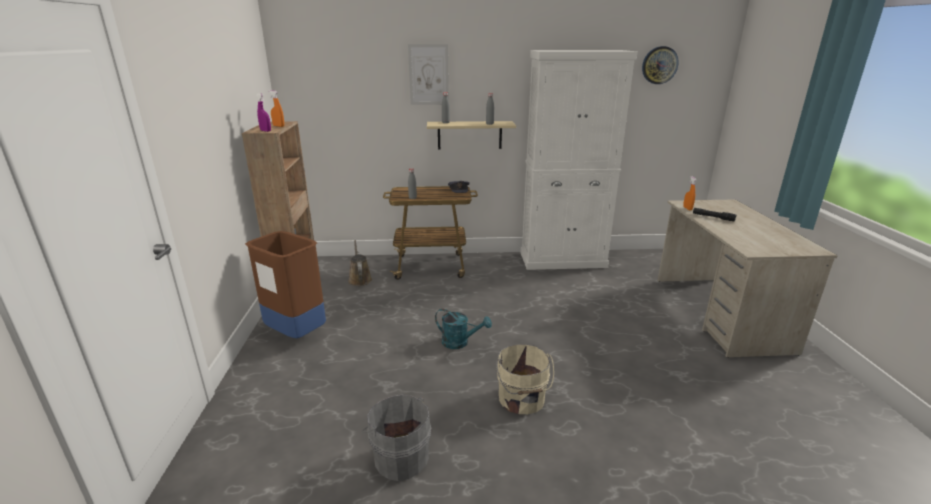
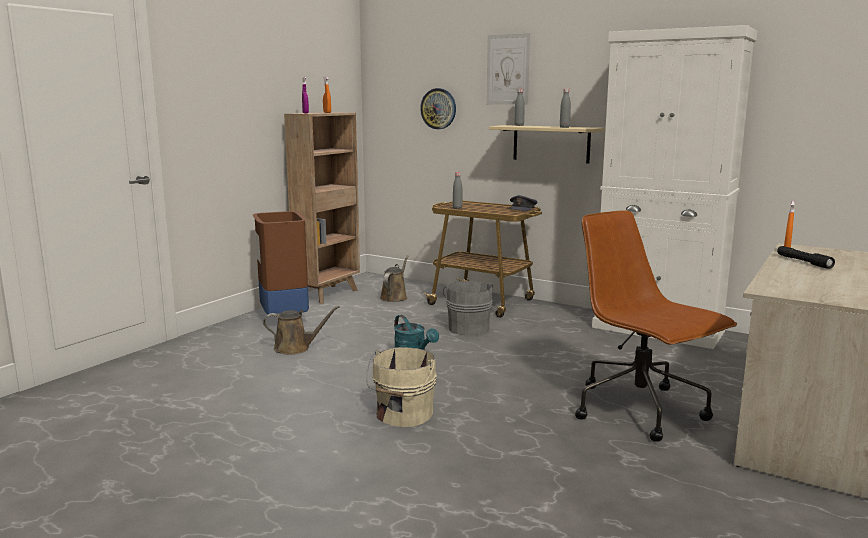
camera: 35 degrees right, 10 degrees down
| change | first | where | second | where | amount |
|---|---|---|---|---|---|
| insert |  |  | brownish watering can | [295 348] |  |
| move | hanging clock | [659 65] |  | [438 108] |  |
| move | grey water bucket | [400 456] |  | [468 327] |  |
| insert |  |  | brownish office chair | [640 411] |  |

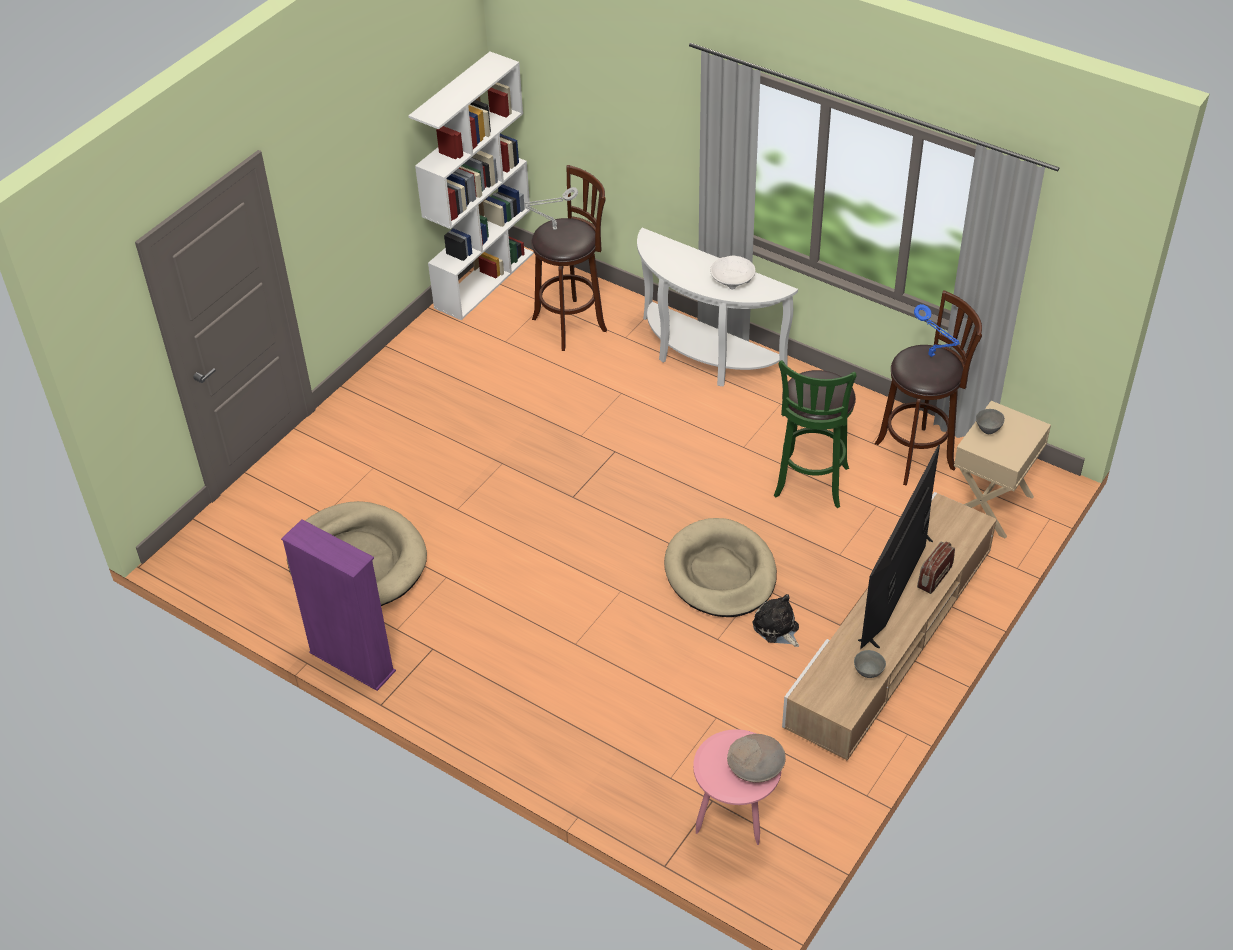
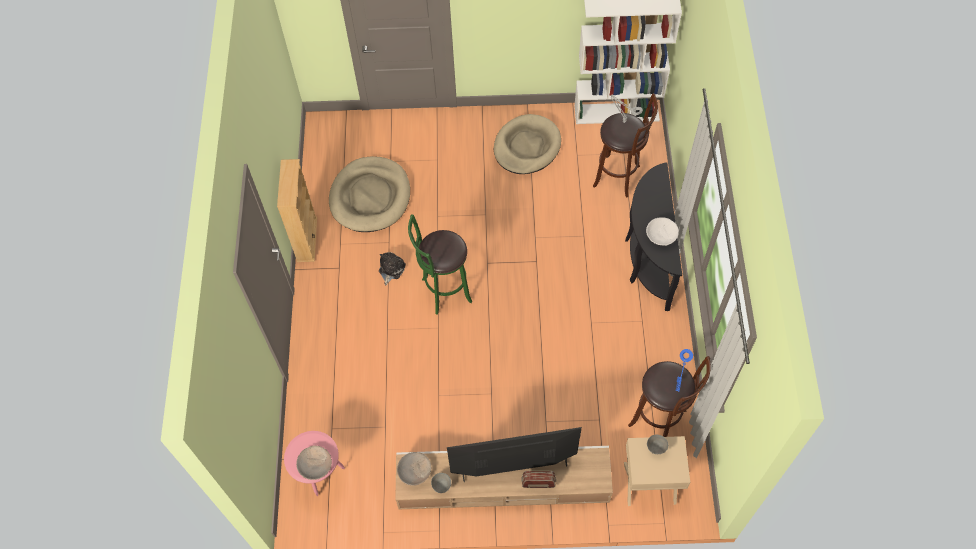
camera: 55 degrees right, 15 degrees up
| change | first | where | second | where | amount |
|---|---|---|---|---|---|
| recolor | purplish bookshelf | [352 662] | beige bookshelf | [307 239] |  |
| move | cuddly toy | [777 628] |  | [391 269] |  |
| insert |  |  | beige serving bowl | [414 471] |  |
| move | greenish stool seat | [810 485] |  | [444 291] |  |
| move | beige pet bed | [720 572] |  | [526 147] |  |
| recolor | whitish narrow table | [703 358] | black narrow table | [646 259] |  |

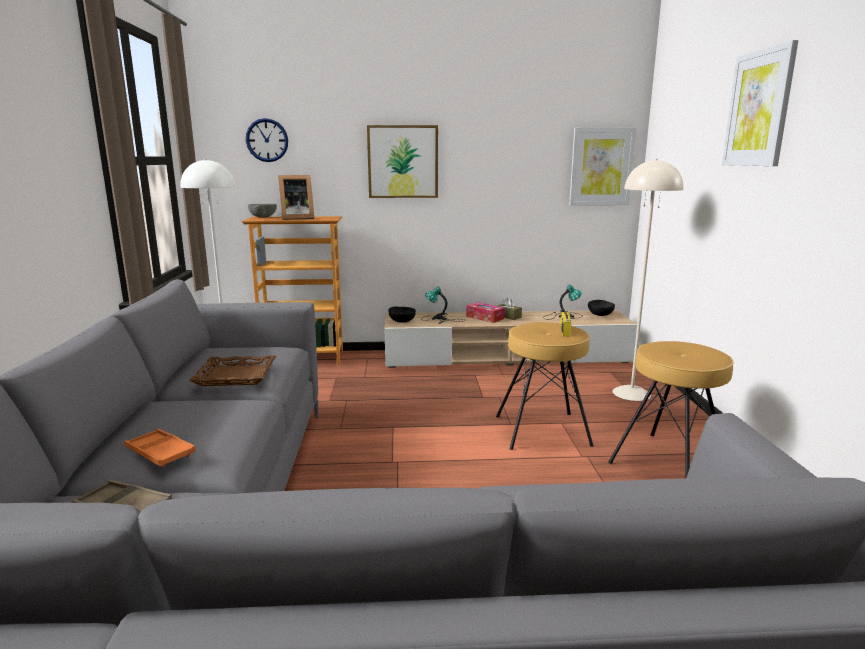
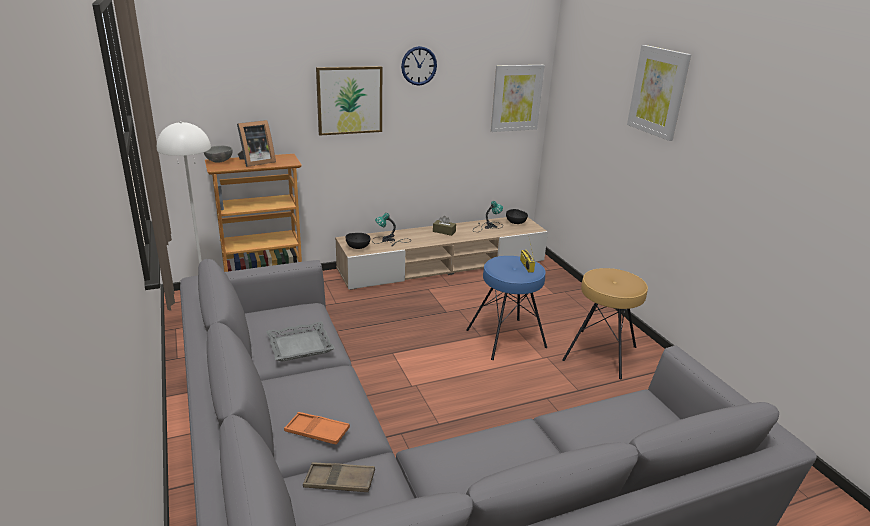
camera: 20 degrees left, 10 degrees up
| change | first | where | second | where | amount |
|---|---|---|---|---|---|
| recolor | brownish carrying tray | [235 376] | grey carrying tray | [300 346] |  |
| move | hanging clock | [267 140] |  | [419 66] |  |
| recolor | brownish stool seat | [542 431] | blue stool seat | [506 339] |  |
| delete | tissue holder | [484 317] |  |  |  |
| delete | beige standard lamp | [632 393] |  |  |  |

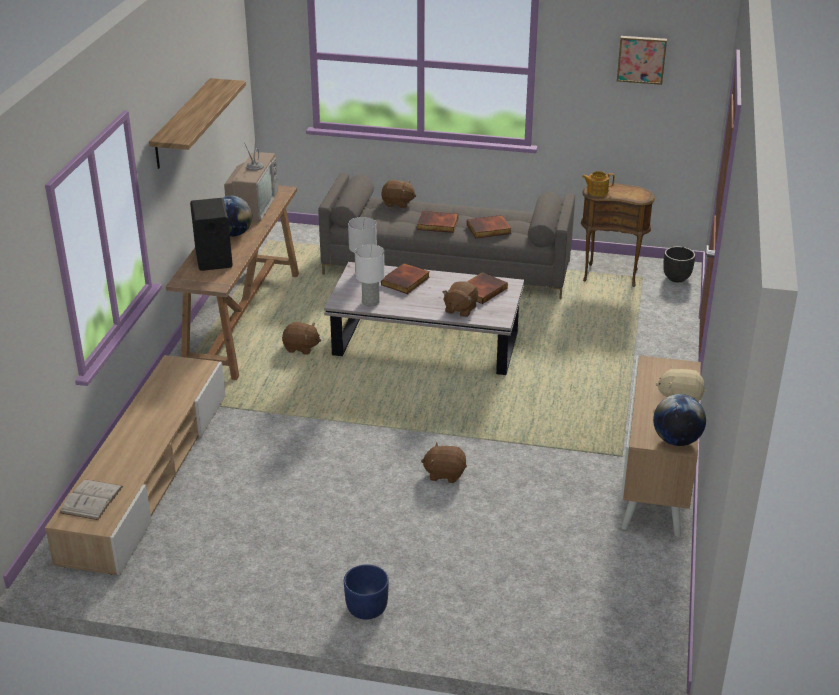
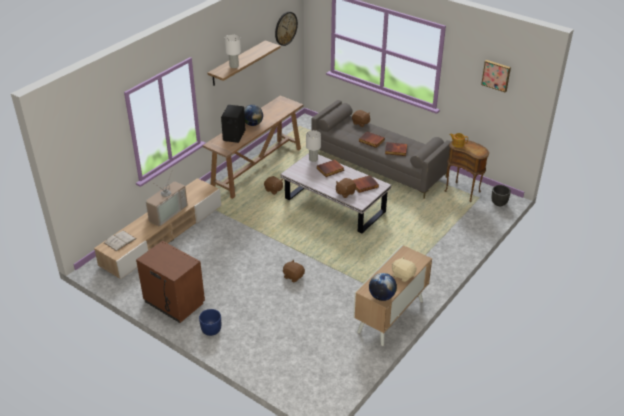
camera: 25 degrees right, 5 degrees up
| change | first | where | second | where | amount |
|---|---|---|---|---|---|
| insert |  |  | brownish night table | [173 302] |  |
| move | TV set | [252 205] |  | [166 212] |  |
| move | whitish table lamp | [370 301] |  | [234 66] |  |
| insert |  |  | hanging clock | [285 28] |  |

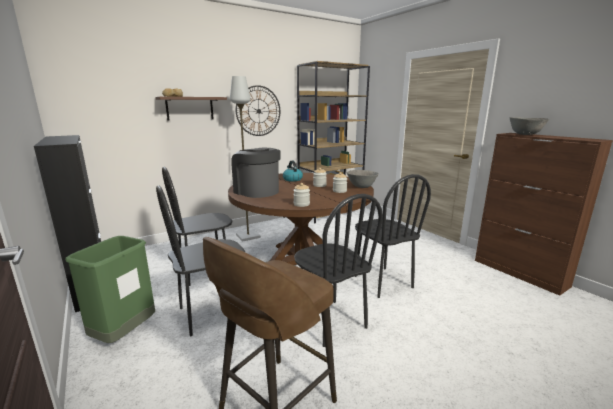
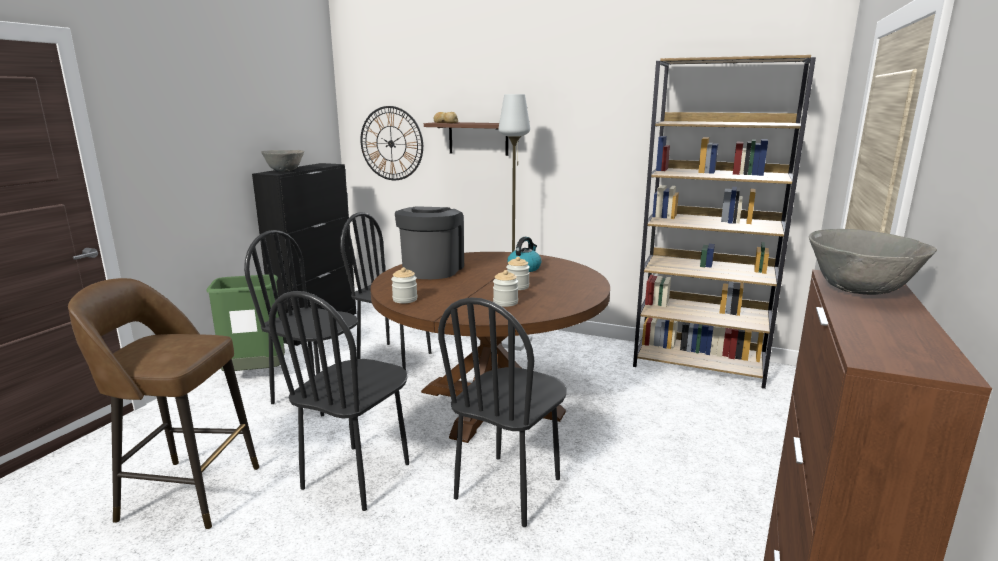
camera: 55 degrees right, 0 degrees up
| change | first | where | second | where | amount |
|---|---|---|---|---|---|
| move | grey serving bowl | [361 187] |  | [284 171] |  |
| move | hanging clock | [258 111] |  | [391 143] |  |

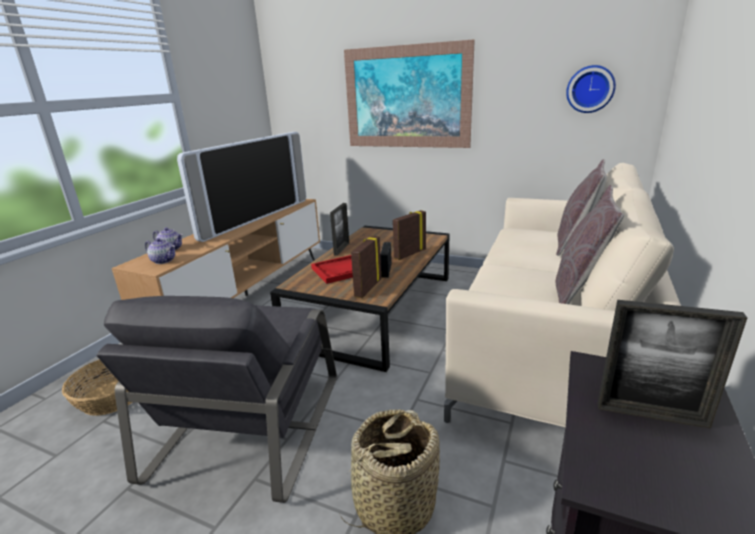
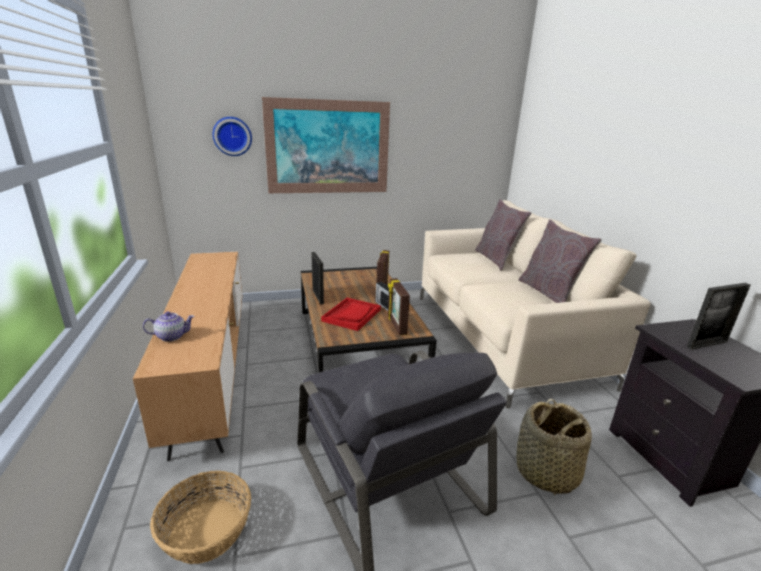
camera: 40 degrees left, 0 degrees up
| change | first | where | second | where | amount |
|---|---|---|---|---|---|
| move | hanging clock | [590 89] |  | [232 136] |  |
| delete | teapot | [164 260] |  |  |  |
| delete | TV set | [255 218] |  |  |  |

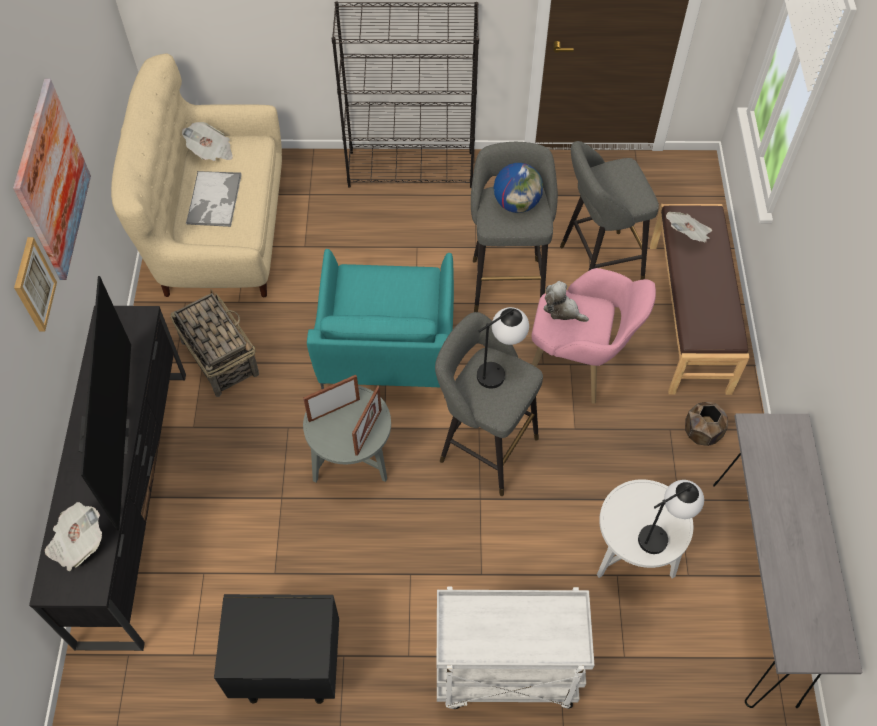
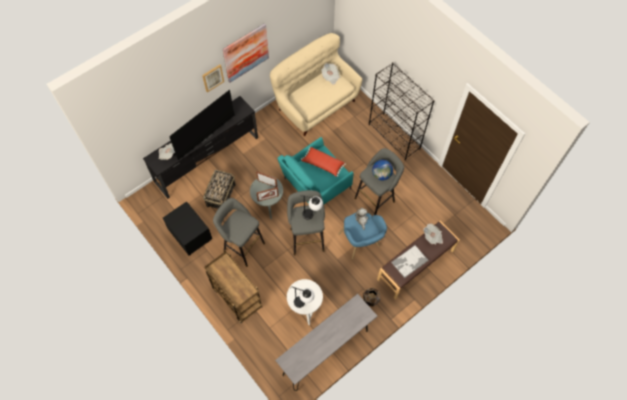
camera: 50 degrees right, 5 degrees up
| change | first | where | second | where | amount |
|---|---|---|---|---|---|
| move | household basket | [219 357] |  | [221 195] |  |
| recolor | whitish trolley | [504 674] | brownish trolley | [236 297] |  |
| move | grey stool seat | [596 265] |  | [242 246] |  |
| insert |  |  | red-coloured pillow | [322 164] |  |
| recolor | pink easy chair | [578 369] | blue easy chair | [361 245] |  |
| move | carrying tray | [214 200] |  | [409 261] |  |

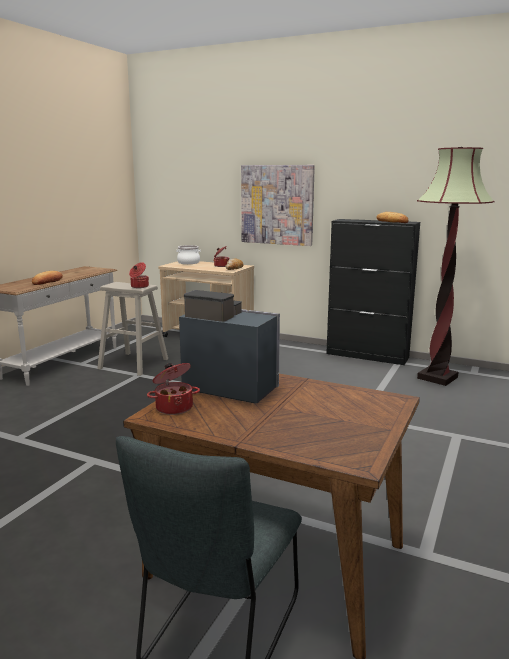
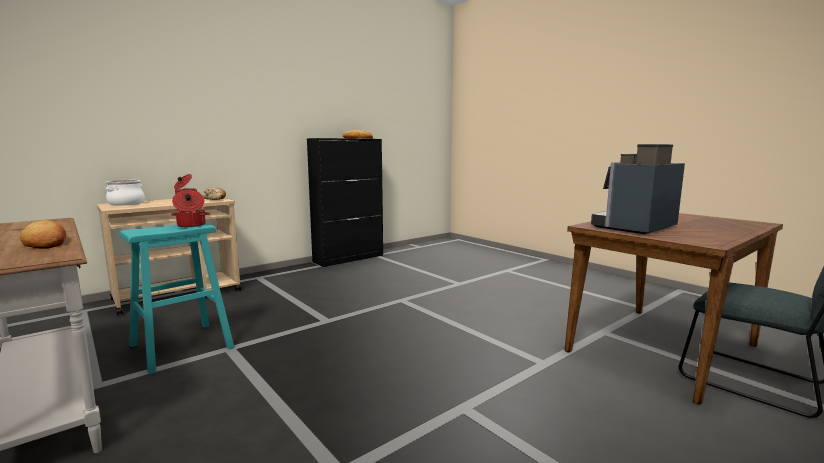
camera: 65 degrees left, 5 degrees down
| change | first | where | second | where | amount |
|---|---|---|---|---|---|
| recolor | beige stool seat | [133 364] | blue-green stool seat | [181 346] |  |
| delete | stockpot | [174 407] |  |  |  |
| delete | picture | [277 205] |  |  |  |
| delete | standard lamp | [437 378] |  |  |  |

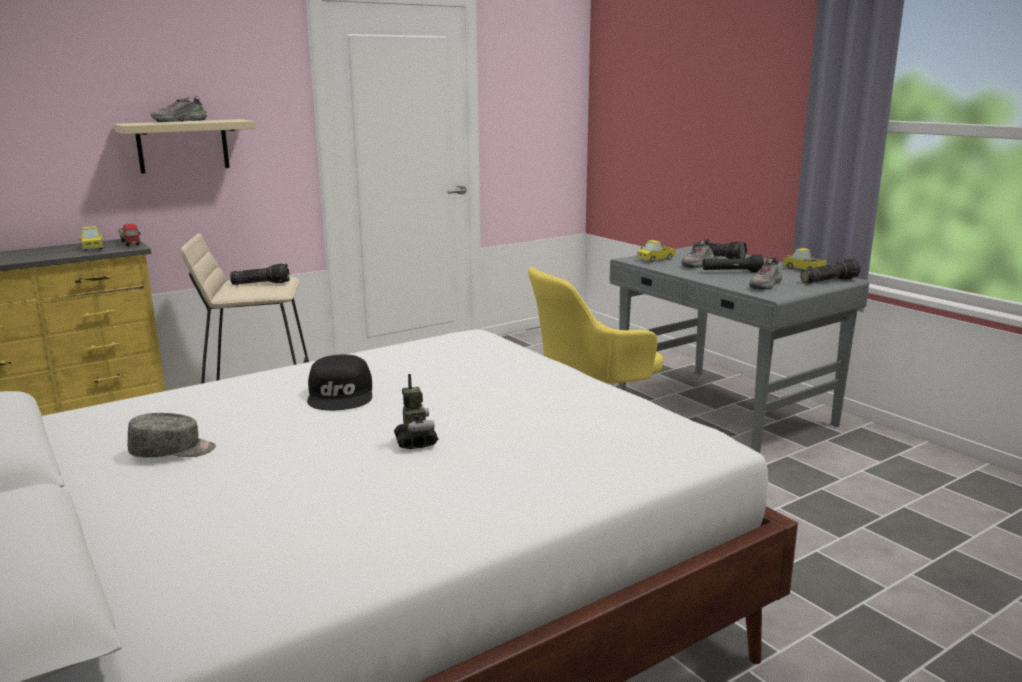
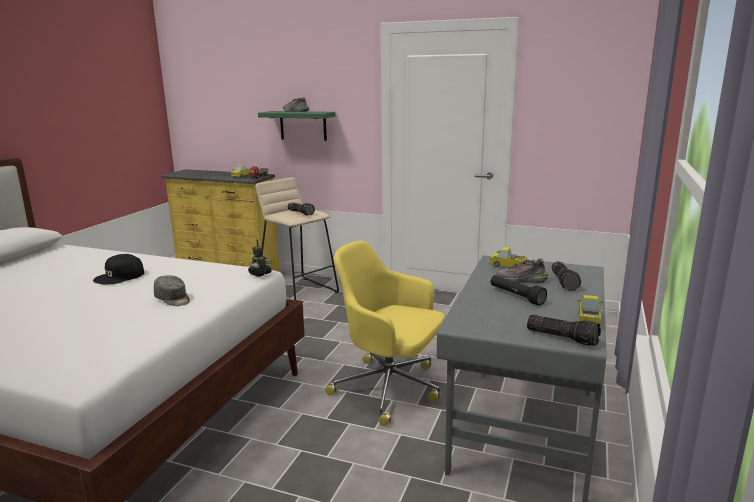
camera: 55 degrees right, 0 degrees up
| change | first | where | second | where | amount |
|---|---|---|---|---|---|
| move | grey cap | [173 452] |  | [173 299] |  |
| move | model robot | [416 442] |  | [260 274] |  |
| recolor | beige shelf | [183 146] | greenish shelf | [303 125] |  |
| delete | item of footwear | [766 285] |  |  |  |

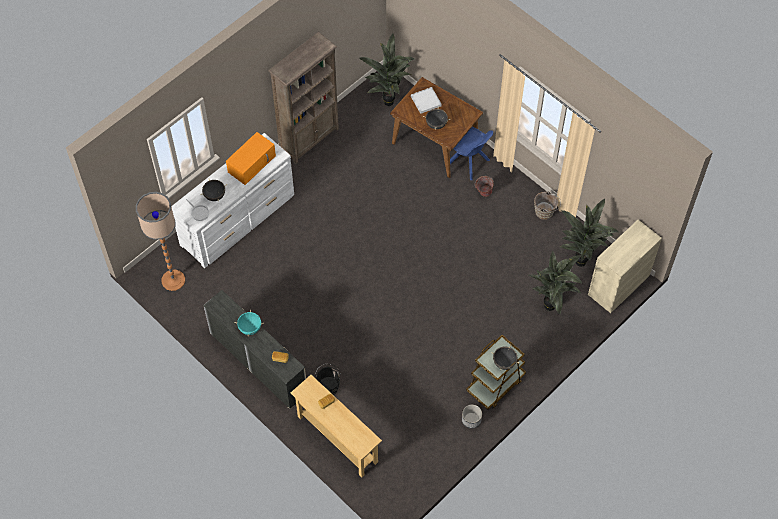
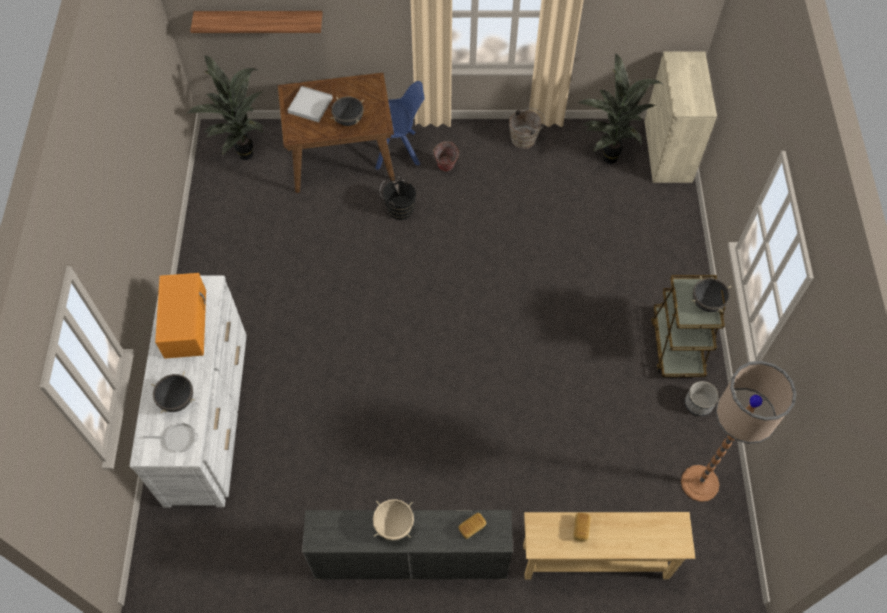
camera: 45 degrees left, 0 degrees up
| change | first | where | second | where | amount |
|---|---|---|---|---|---|
| insert |  |  | shelf | [260 20] |  |
| recolor | blue-green stockpot | [250 328] | beige stockpot | [394 525] |  |
| move | black water bucket | [328 385] |  | [398 208] |  |
| move | standard lamp | [173 280] |  | [700 483] |  |
| delete | brownish bookshelf | [309 139] |  |  |  |
| delete | potted plant | [551 307] |  |  |  |

